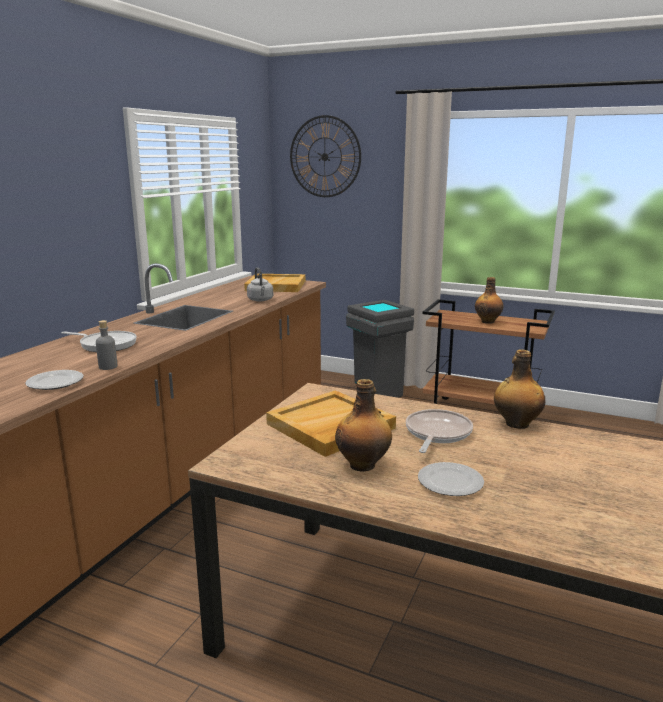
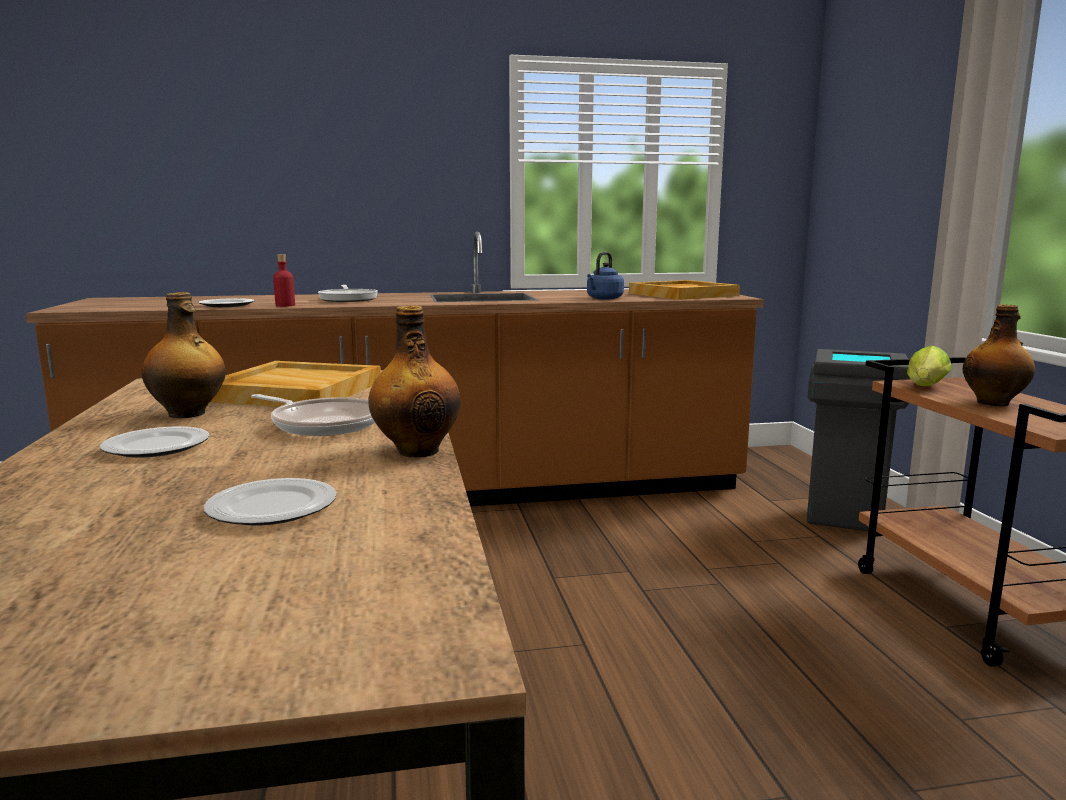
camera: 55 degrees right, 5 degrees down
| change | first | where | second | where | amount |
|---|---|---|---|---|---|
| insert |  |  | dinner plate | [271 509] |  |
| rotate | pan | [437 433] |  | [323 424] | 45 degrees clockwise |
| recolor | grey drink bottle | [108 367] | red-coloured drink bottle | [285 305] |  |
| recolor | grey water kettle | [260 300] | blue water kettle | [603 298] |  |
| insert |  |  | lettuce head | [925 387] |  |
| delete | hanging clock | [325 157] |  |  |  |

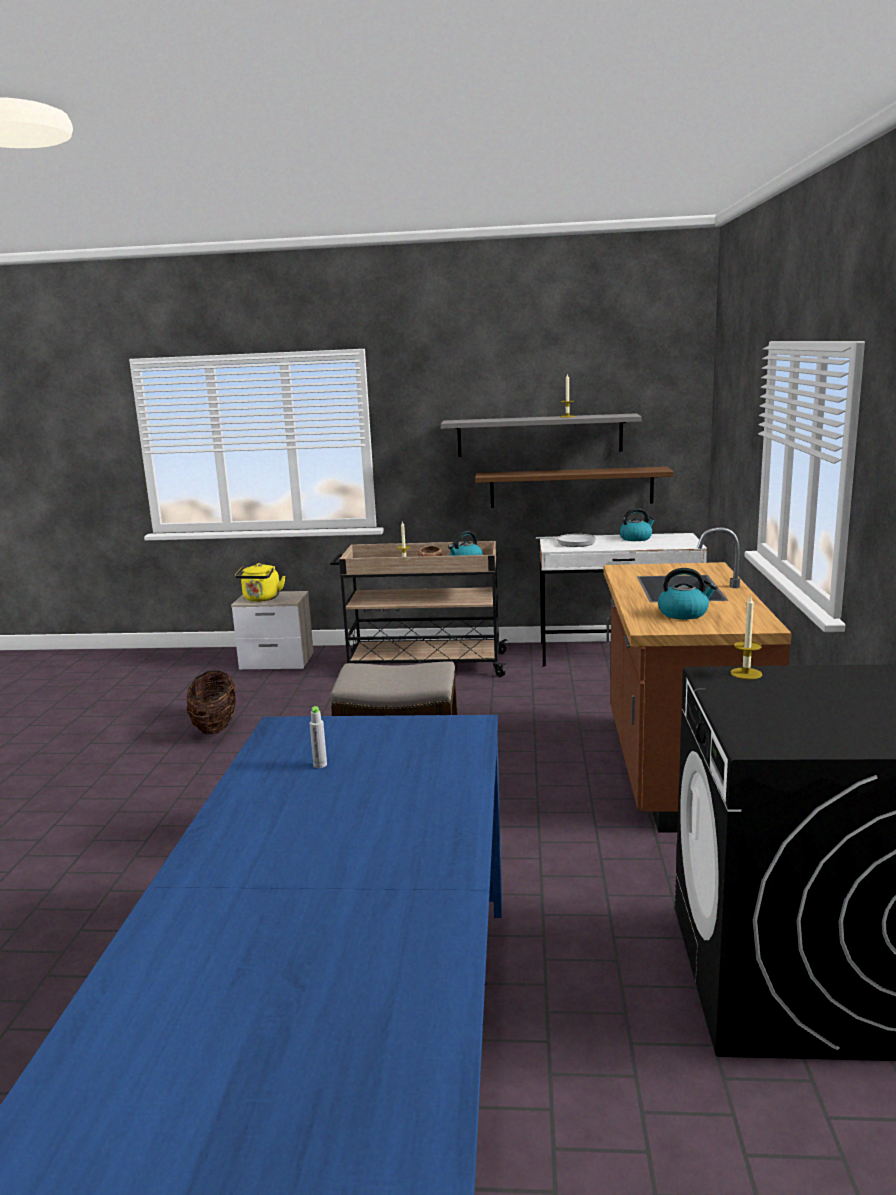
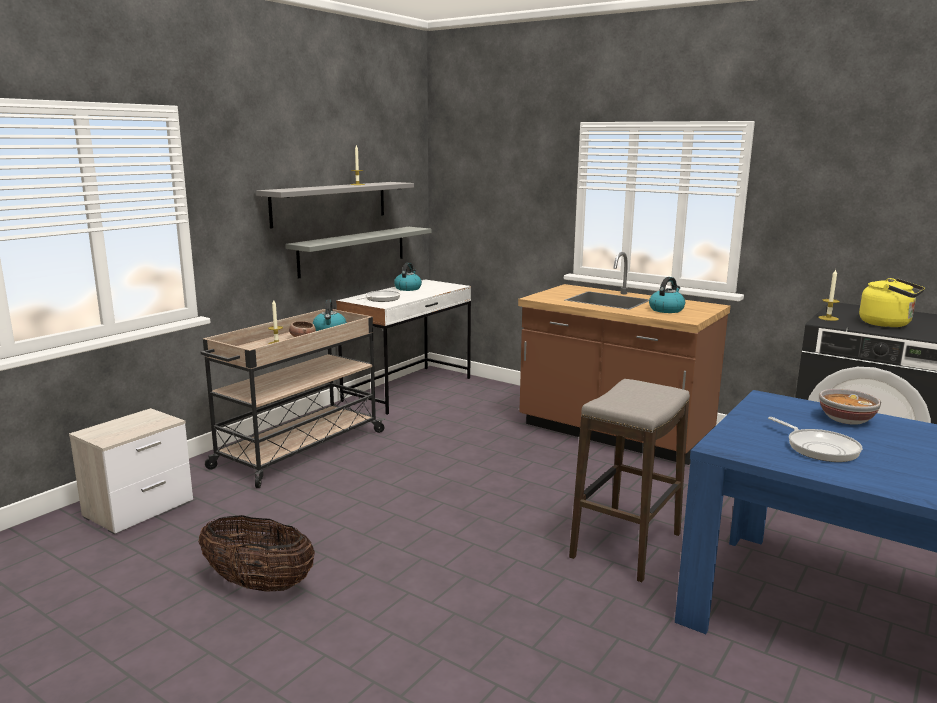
camera: 60 degrees left, 0 degrees up
| change | first | where | second | where | amount |
|---|---|---|---|---|---|
| recolor | brownish shelf | [571 487] | grey shelf | [353 251] |  |
| replace | grey drink bottle | [320 765] | pan | [819 448] |  |
| insert |  |  | serving bowl | [845 420] |  |
| move | yellowish water kettle | [261 599] |  | [888 324] |  |

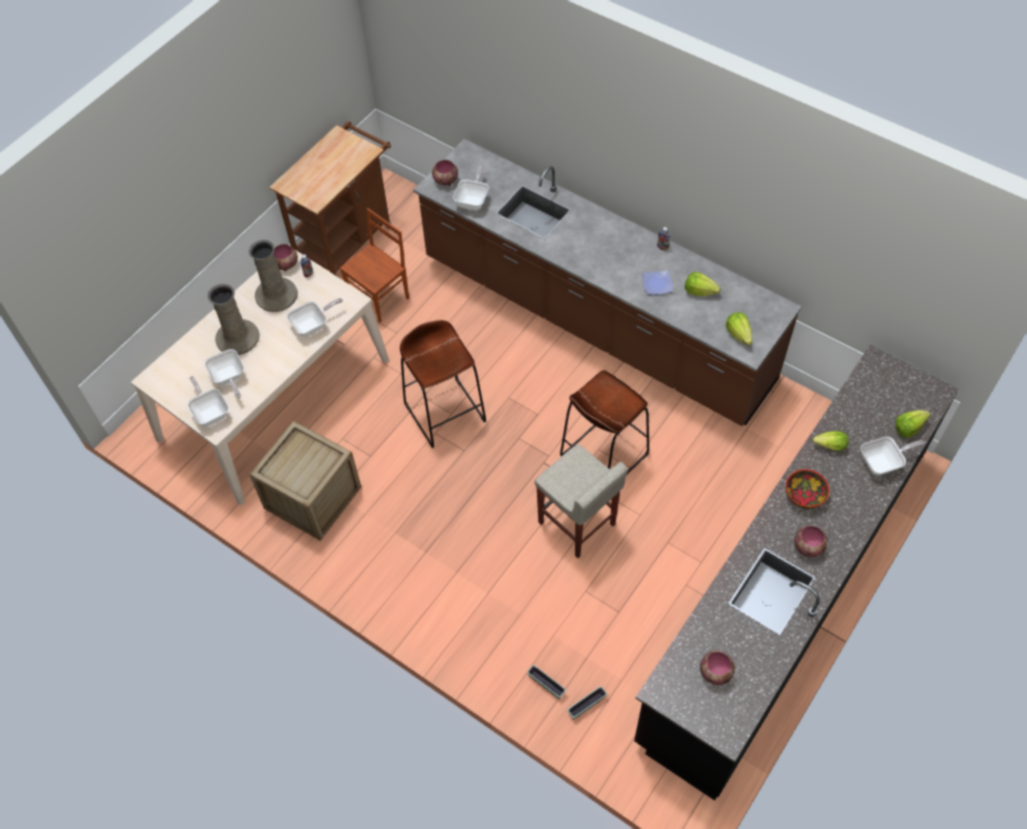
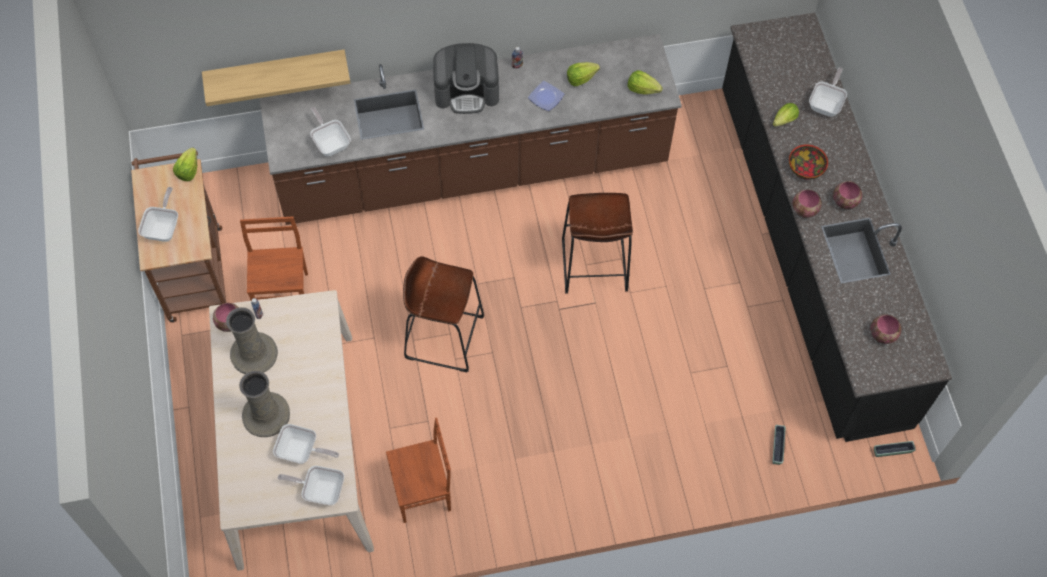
camera: 50 degrees left, 5 degrees up
| change | first | where | second | where | amount |
|---|---|---|---|---|---|
| move | pan | [313 325] |  | [164 227] |  |
| move | lettuce head | [908 428] |  | [188 170] |  |
| insert |  |  | shelf | [275 70] |  |
| replace | crate | [313 498] | brownish chair | [422 492] |  |
| insert |  |  | coffee maker | [467 91] |  |
| move | serving bowl | [445 181] |  | [804 210] |  |
| move | flower pot | [546 684] |  | [892 451] |  |
| delete | beige stool seat | [577 524] |  |  |  |

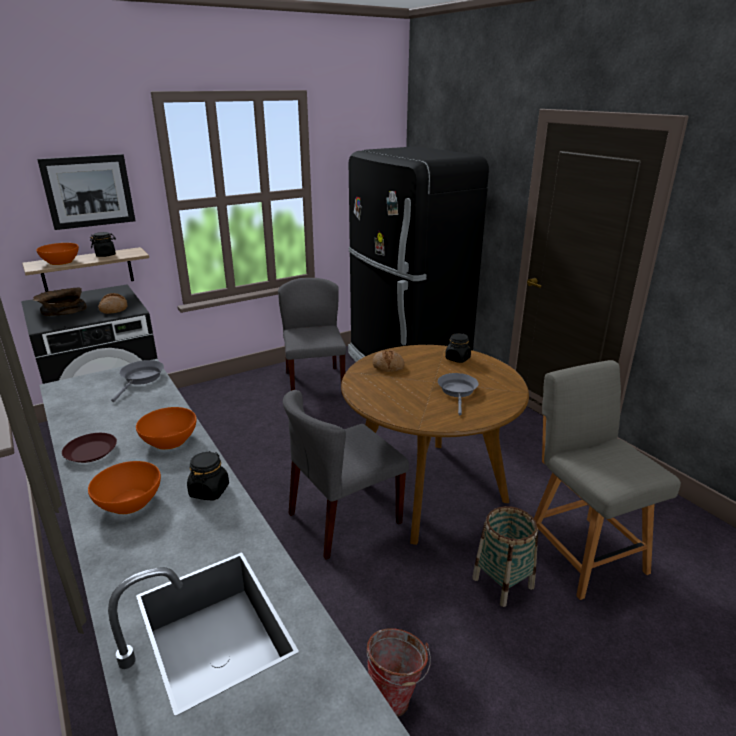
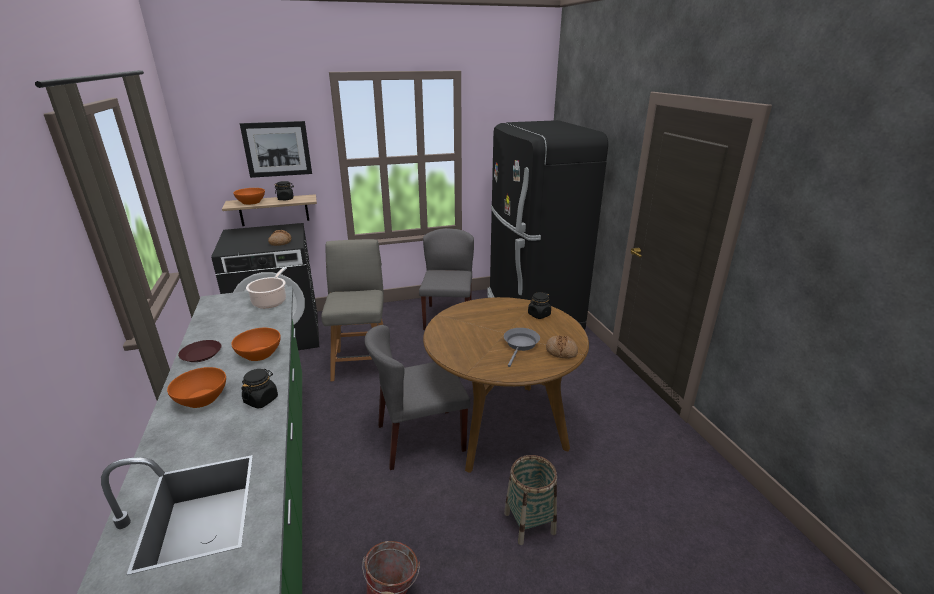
camera: 15 degrees right, 0 degrees up
| change | first | where | second | where | amount |
|---|---|---|---|---|---|
| replace | grey pan | [141 379] | stockpot | [270 301] |  |
| move | grey chair | [582 552] |  | [361 362] |  |
| move | bakery bread | [388 366] |  | [561 351] |  |
| delete | brownish serving bowl | [62 313] |  |  |  |

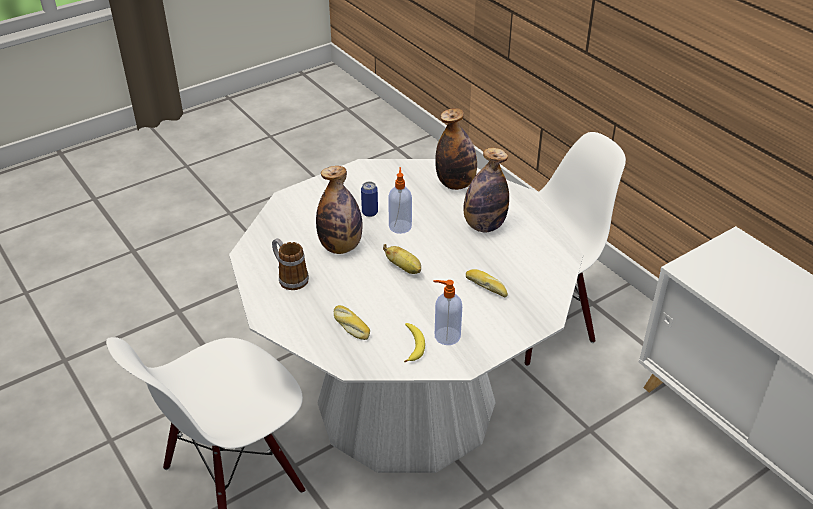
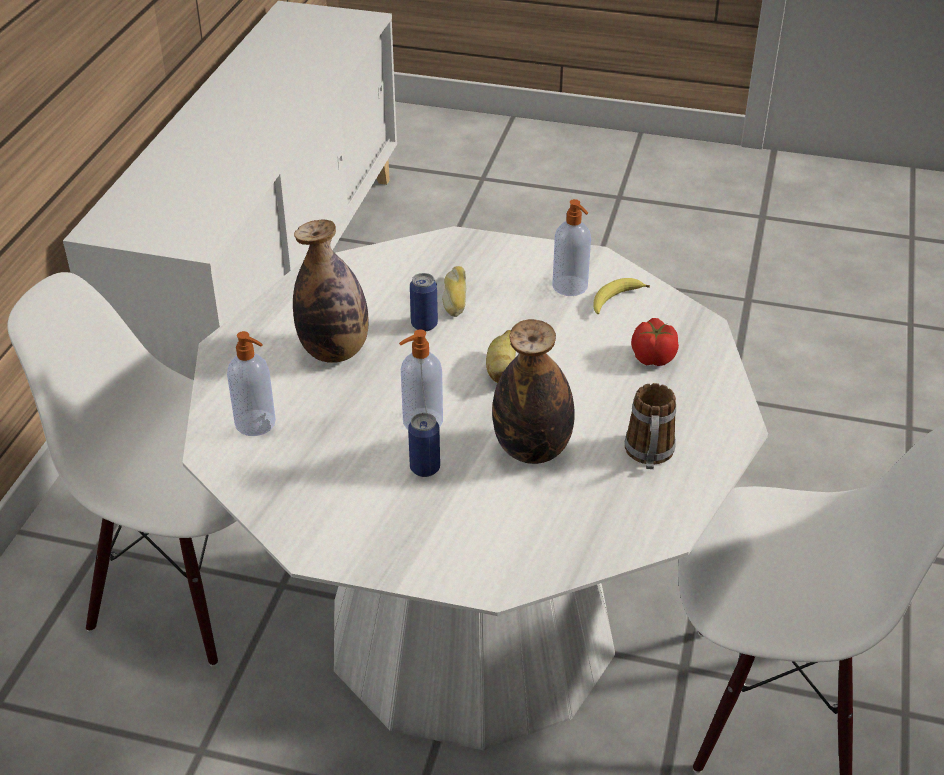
camera: 130 degrees left, 0 degrees up
| change | first | where | second | where | amount |
|---|---|---|---|---|---|
| replace | drink bottle | [455 184] | soap dispenser | [256 424] |  |
| insert |  |  | sealed can | [424 325] |  |
| replace | bakery bread | [350 326] | tomato | [653 357] |  |

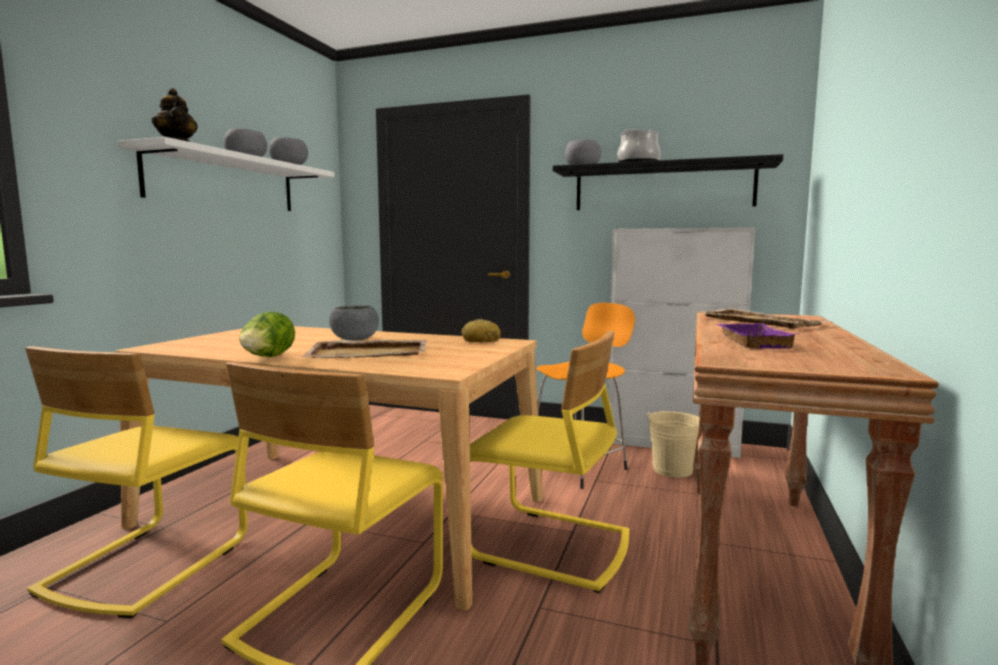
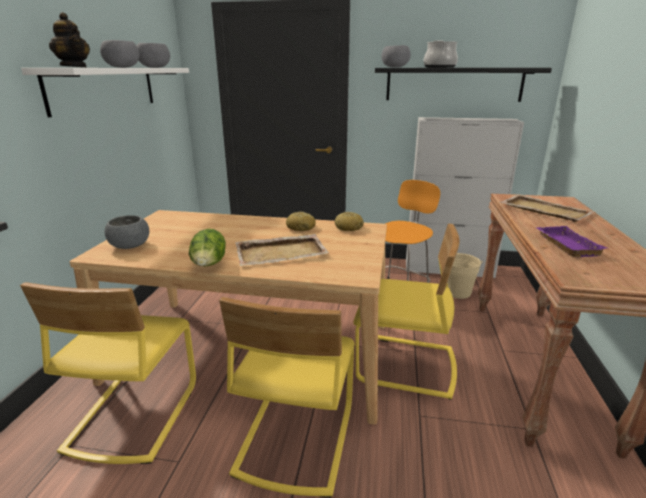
camera: 10 degrees left, 15 degrees up
| change | first | where | second | where | amount |
|---|---|---|---|---|---|
| move | grey serving bowl | [354 339] |  | [130 246] |  |
| insert |  |  | bakery bread | [301 227] |  |

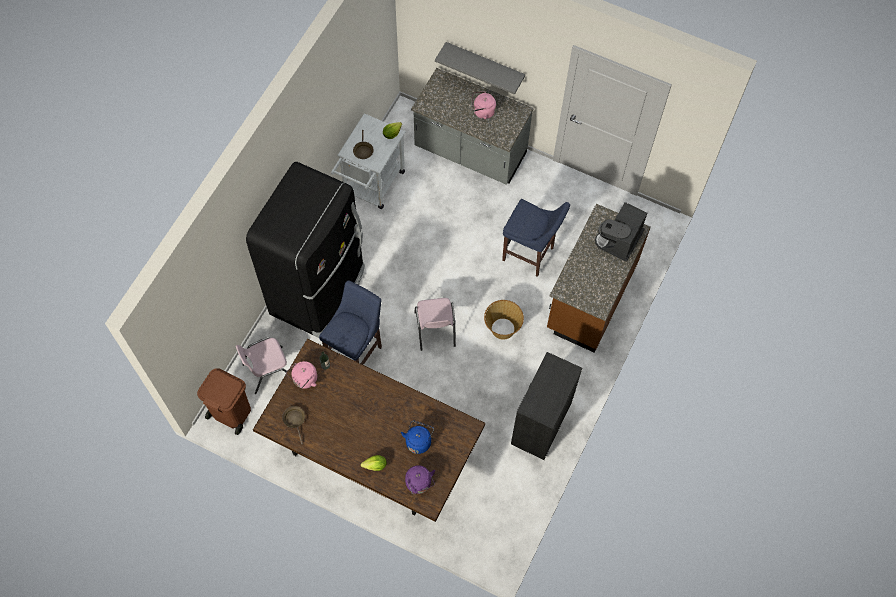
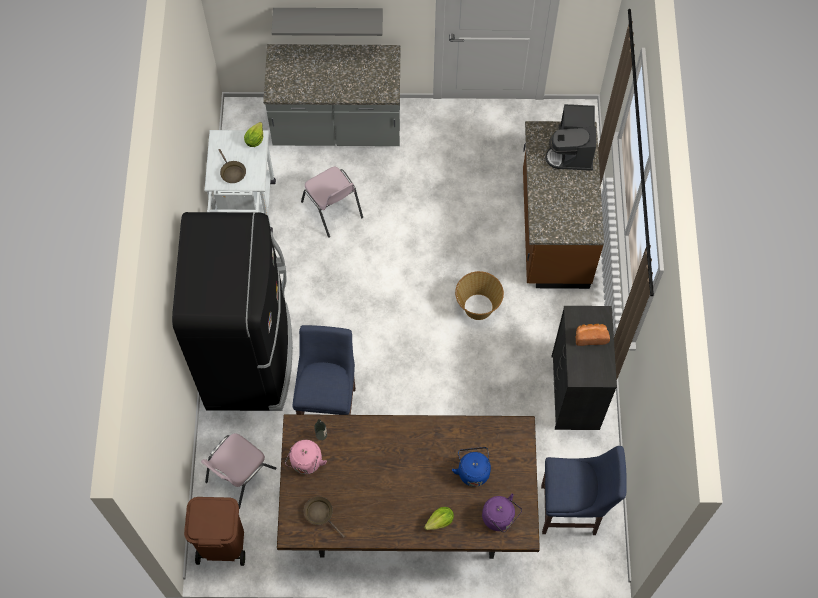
camera: 25 degrees left, 0 degrees up
| change | first | where | second | where | amount |
|---|---|---|---|---|---|
| move | pink chair | [435 330] |  | [332 210] |  |
| move | blue stool seat | [530 255] |  | [572 510] |  |
| insert |  |  | bakery bread | [590 337] |  |
| delete | pink water kettle | [482 111] |  |  |  |

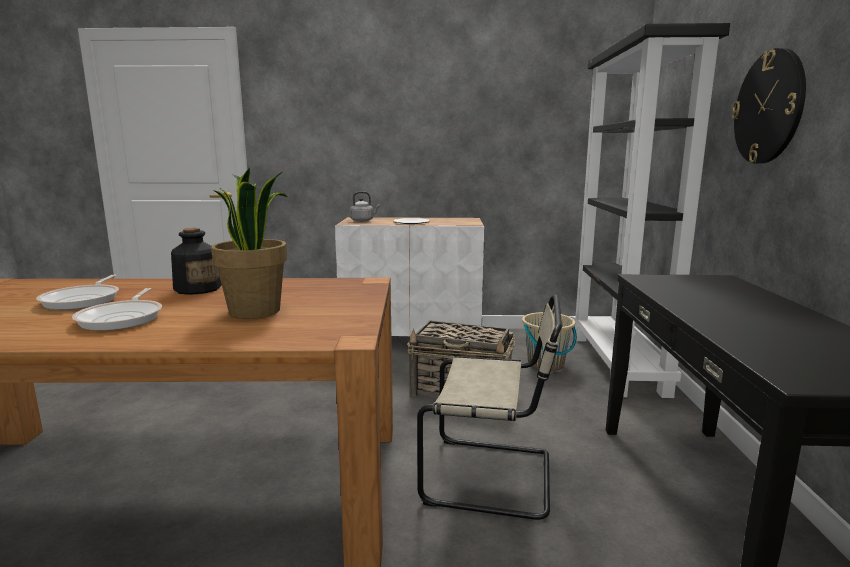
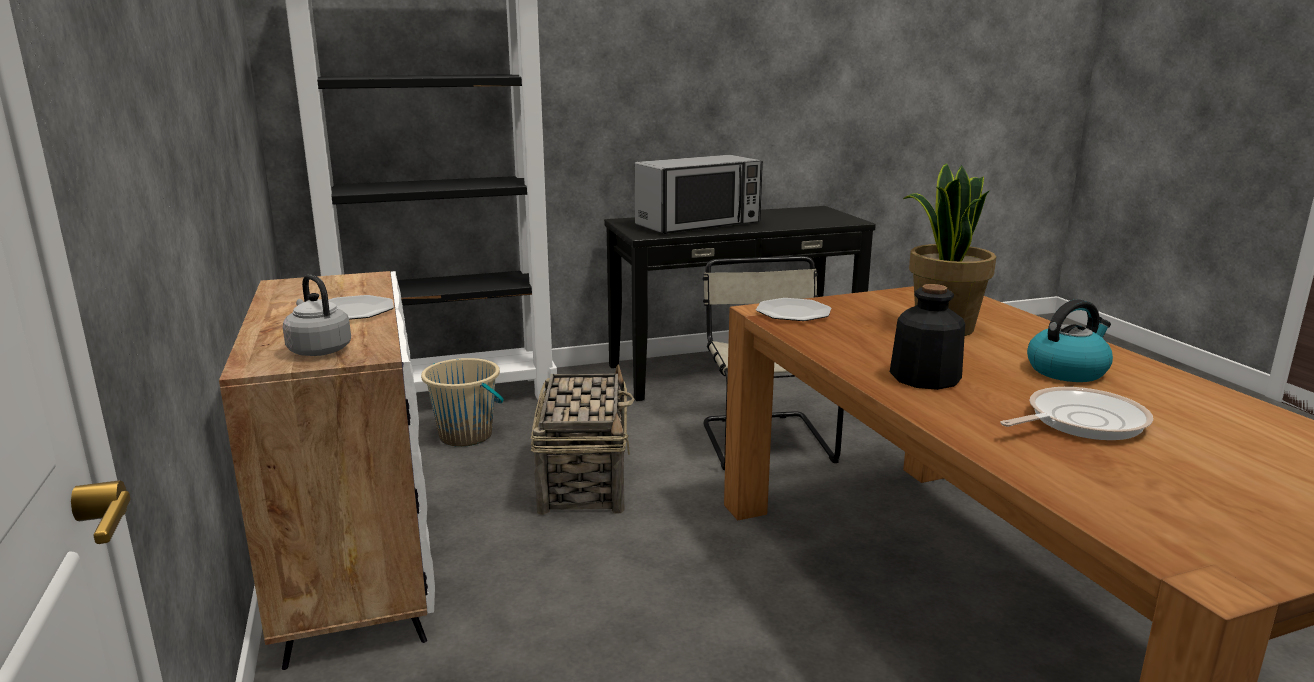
camera: 110 degrees left, 5 degrees up
| change | first | where | second | where | amount |
|---|---|---|---|---|---|
| insert |  |  | microwave oven | [699 224] |  |
| insert |  |  | dinner plate | [793 312] |  |
| replace | pan | [123 318] | water kettle | [1067 370] |  |
| delete | hanging clock | [768 107] |  |  |  |

